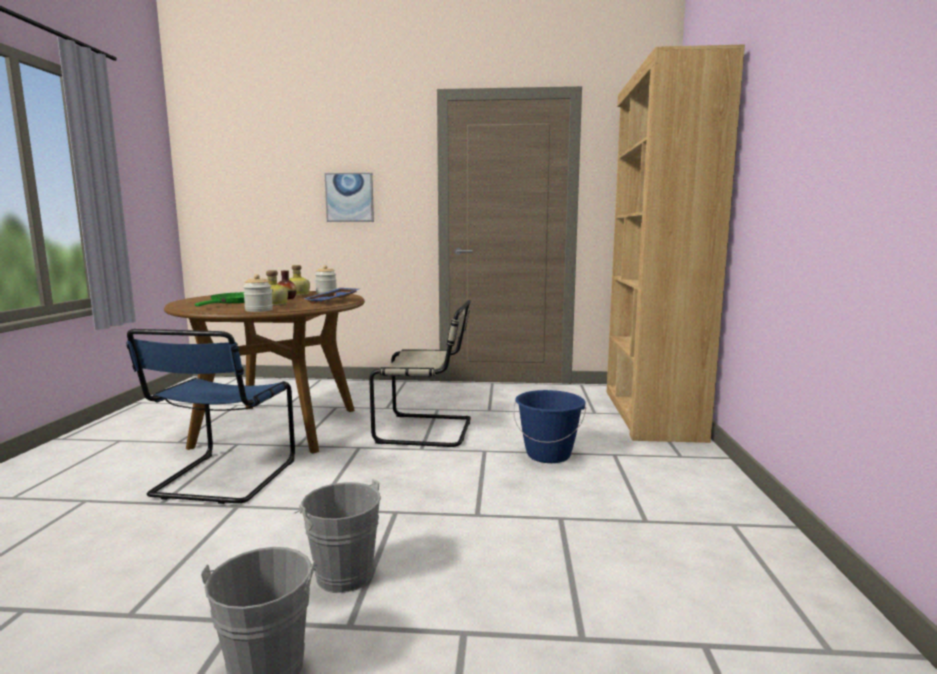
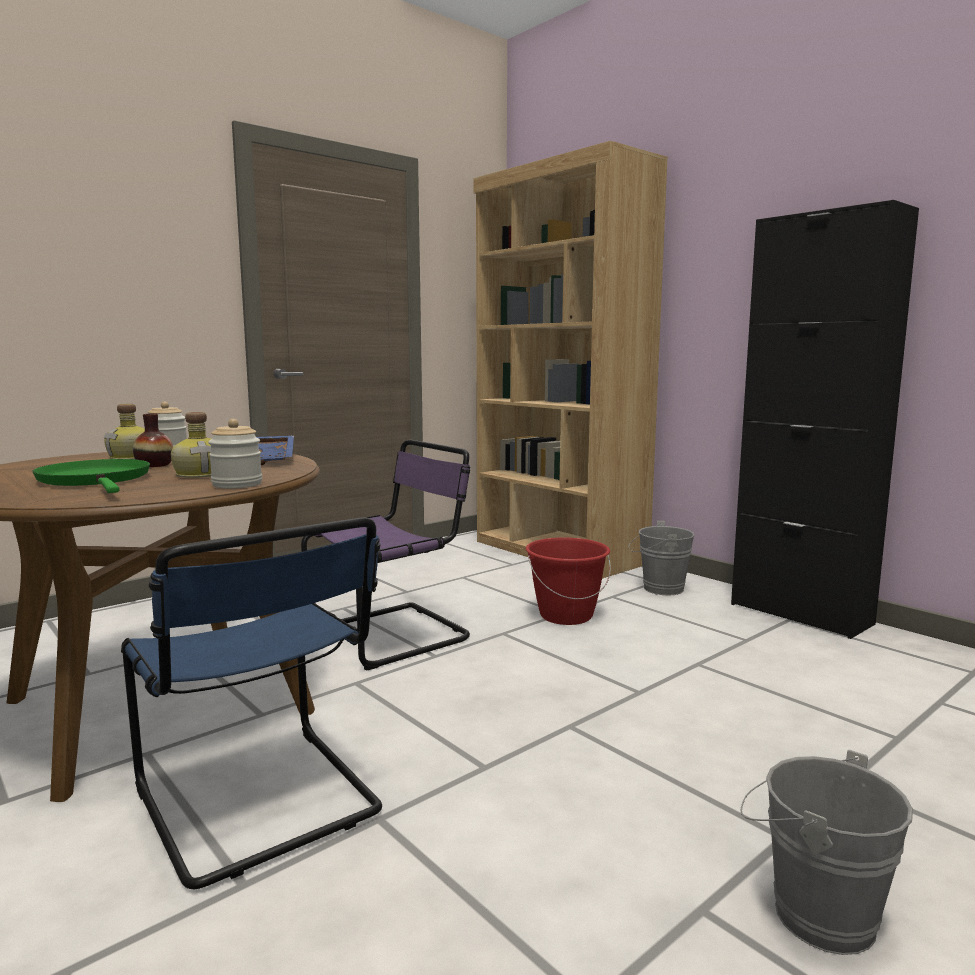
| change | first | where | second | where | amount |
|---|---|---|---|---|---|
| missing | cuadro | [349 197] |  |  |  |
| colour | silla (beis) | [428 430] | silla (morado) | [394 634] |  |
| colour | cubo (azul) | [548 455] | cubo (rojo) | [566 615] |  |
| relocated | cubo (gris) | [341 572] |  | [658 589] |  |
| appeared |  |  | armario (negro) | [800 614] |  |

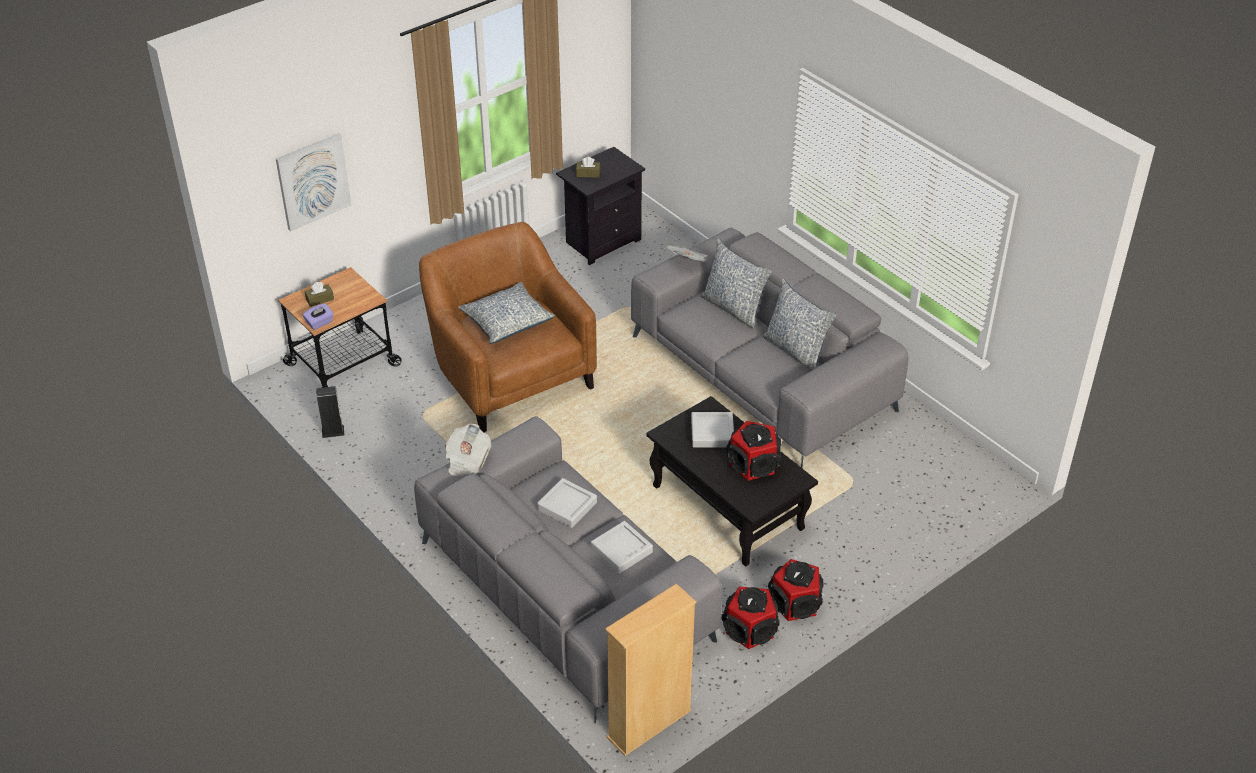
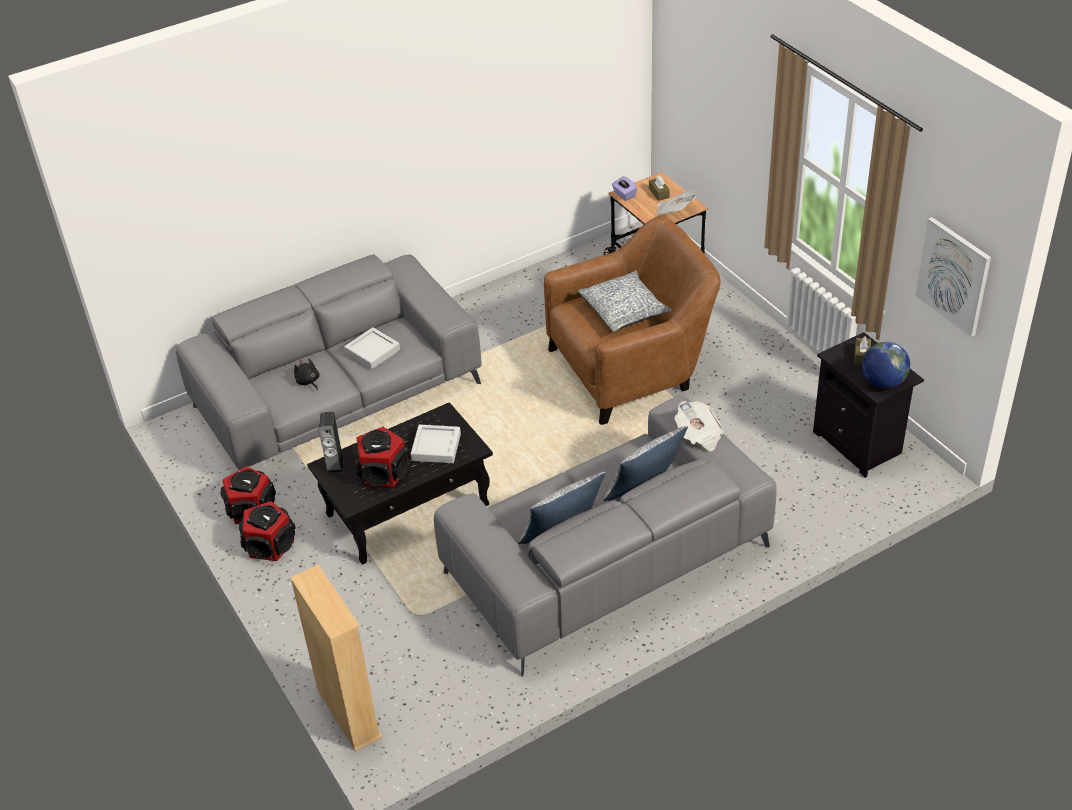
| change | first | where | second | where | amount |
|---|---|---|---|---|---|
| relocated | cuadro | [313 181] |  | [953 276] |  |
| relocated | altavoz | [333 431] |  | [334 464] |  |
| relocated | periódico | [467 460] |  | [674 212] |  |
| exchanged | bandeja (gris) | [621 550] | peluche (negro) | [308 382] |  |
| relocated | estantería (beis) | [649 724] |  | [348 713] |  |
| appeared |  |  | globo terráqueo | [883 382] |  |

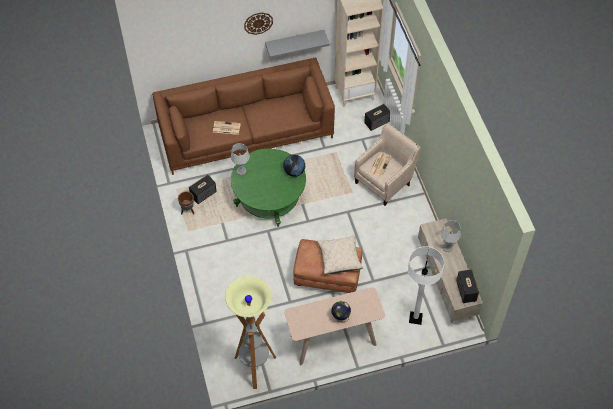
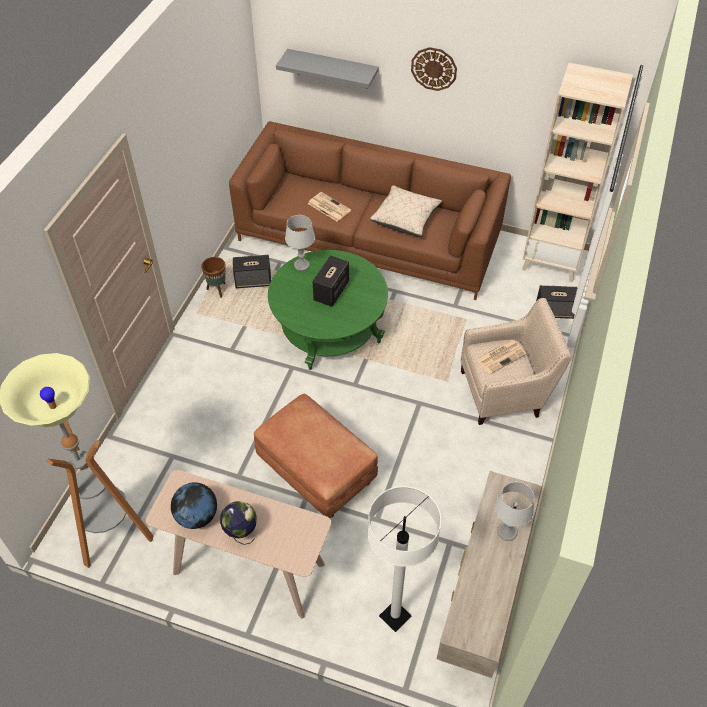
| change | first | where | second | where | amount |
|---|---|---|---|---|---|
| relocated | estante (gris) | [294 41] |  | [332 69] |  |
| relocated | globo terráqueo | [294 172] |  | [197 516] |  |
| relocated | cojín (beis) | [339 258] |  | [405 218] |  |
| relocated | altavoz | [466 291] |  | [331 291] |  |

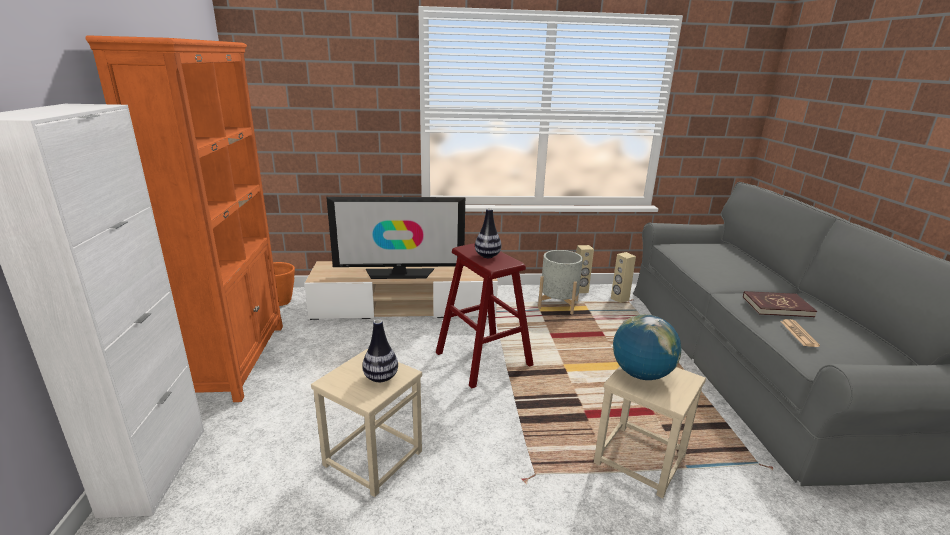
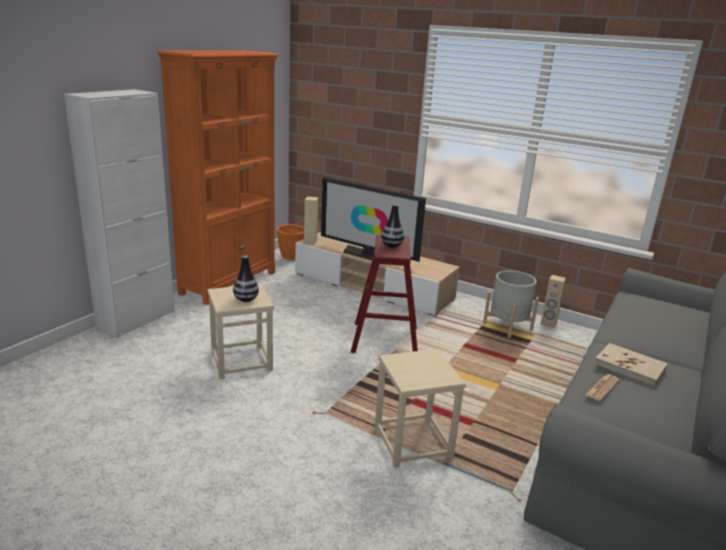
| change | first | where | second | where | amount |
|---|---|---|---|---|---|
| relocated | altavoz (beis) | [619 299] |  | [310 241] |  |
| colour | libro (rojo) | [777 306] | libro (beis) | [630 366] |  |
| missing | globo terráqueo | [641 374] |  |  |  |

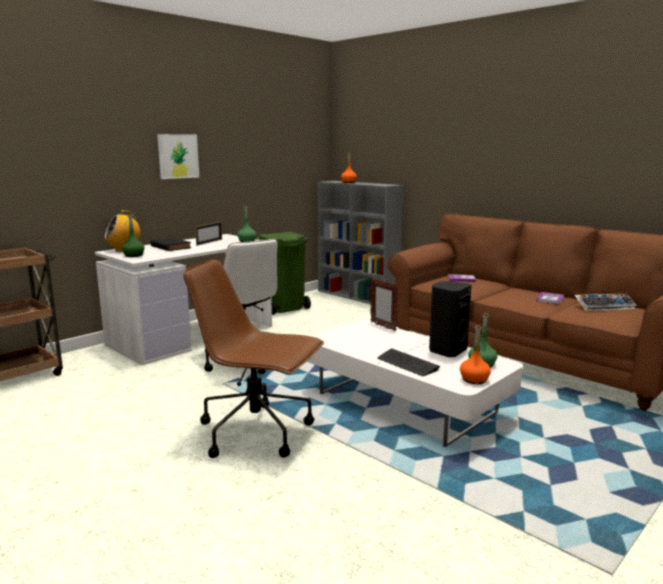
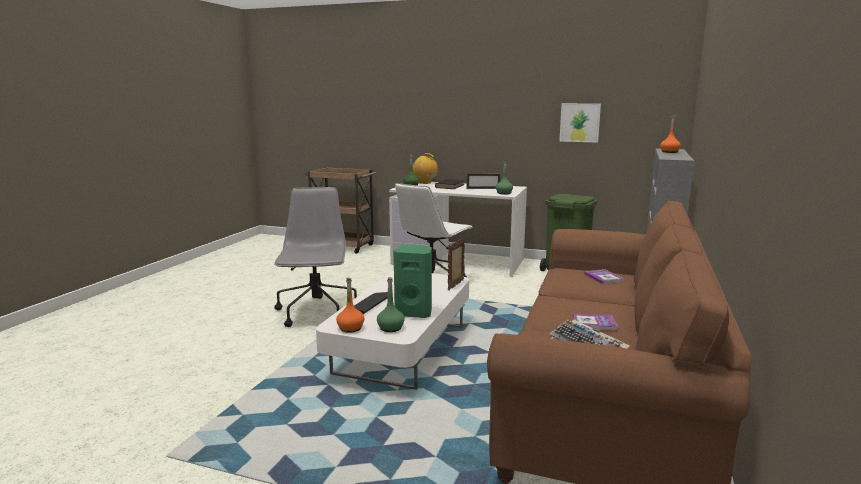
| change | first | where | second | where | amount |
|---|---|---|---|---|---|
| relocated | cuadro | [178 156] |  | [579 122] |  |
| colour | silla de oficina (marrón) | [257 432] | silla de oficina (gris) | [316 313] |  |
| colour | altavoz (negro) | [446 351] | altavoz (verde) | [415 312] |  |

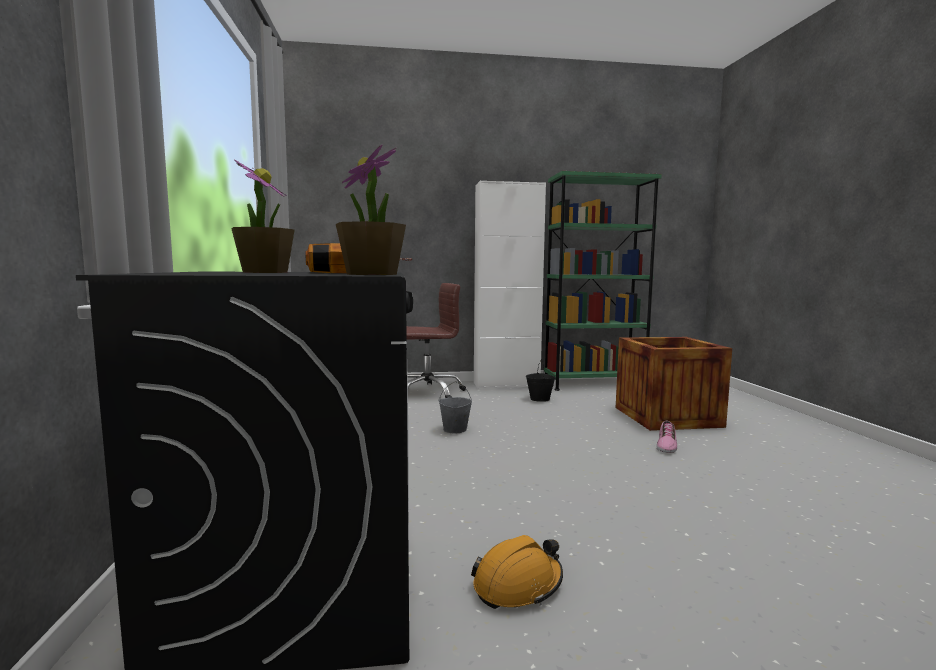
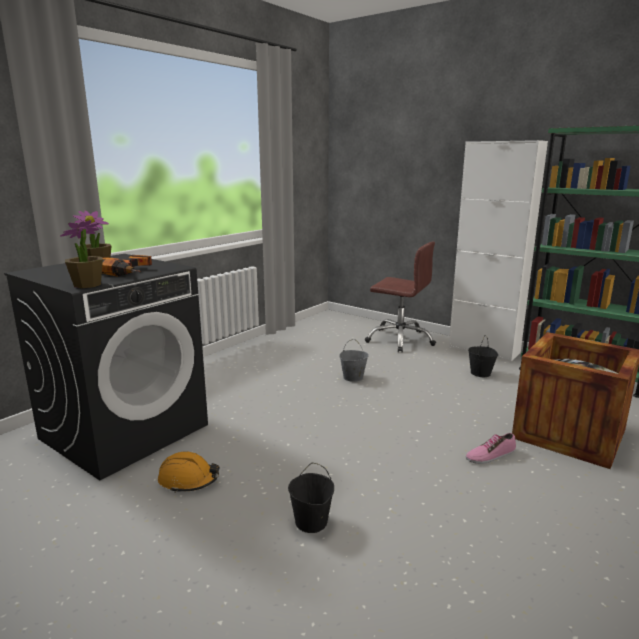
| change | first | where | second | where | amount |
|---|---|---|---|---|---|
| appeared |  |  | cubo (negro) | [311 522] |  |

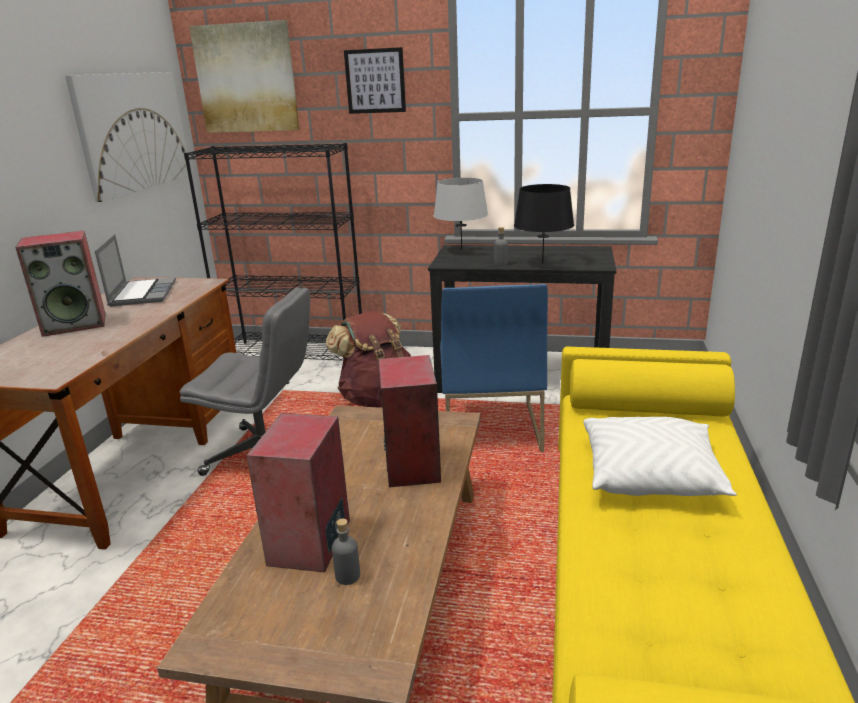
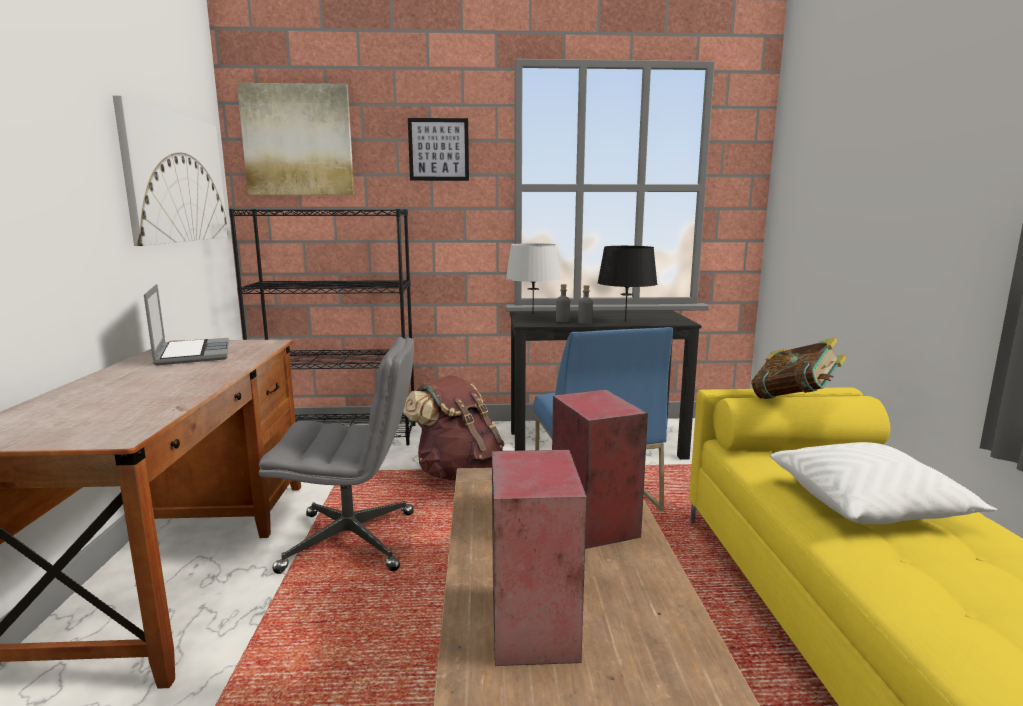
| change | first | where | second | where | amount |
|---|---|---|---|---|---|
| missing | altavoz | [76 324] |  |  |  |
| relocated | botella (gris) | [348 576] |  | [562 321] |  |
| appeared |  |  | libro | [794 400] |  |

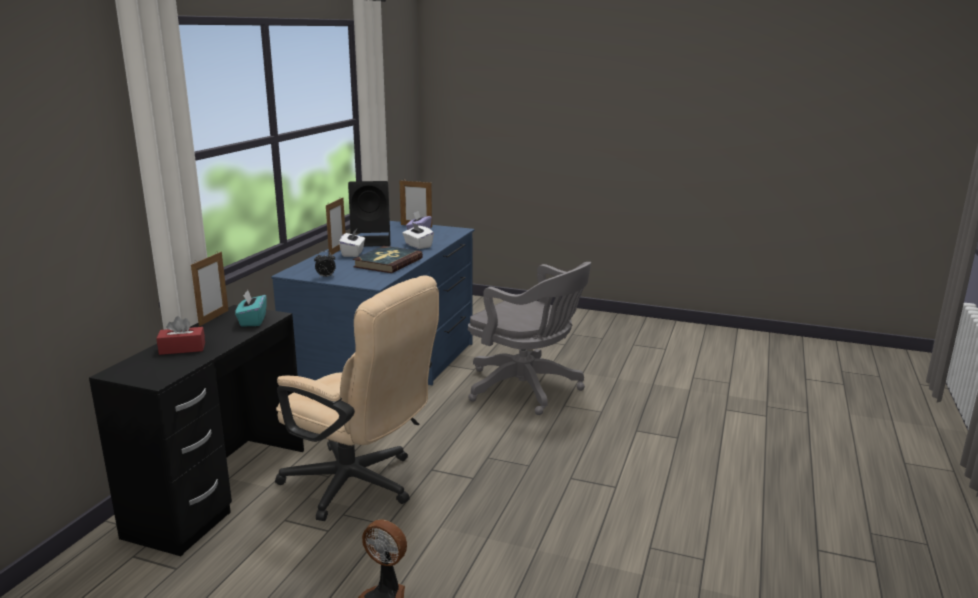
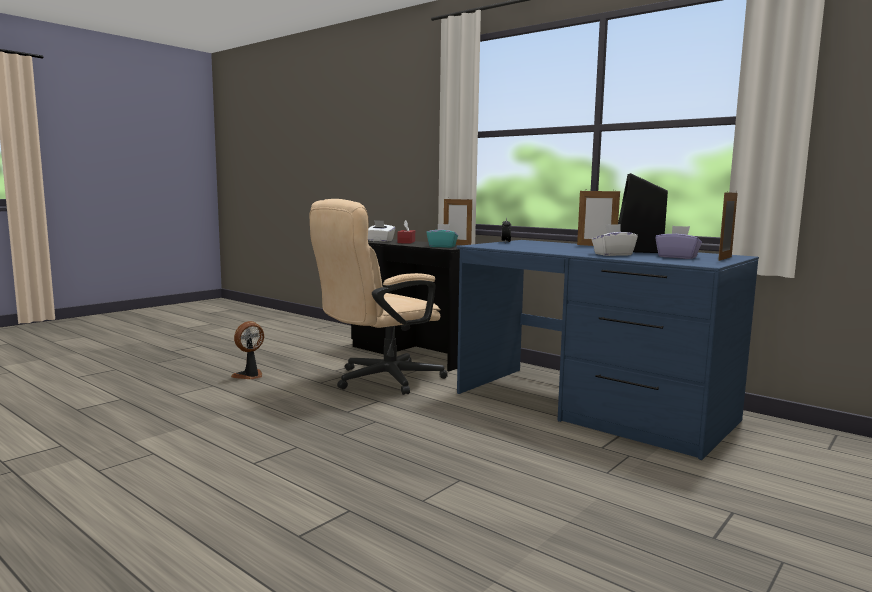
| change | first | where | second | where | amount |
|---|---|---|---|---|---|
| relocated | caja de pañuelos (blanco) | [353 253] |  | [380 241] |  |
| missing | libro | [387 263] |  |  |  |
| missing | silla de oficina (gris) | [528 389] |  |  |  |

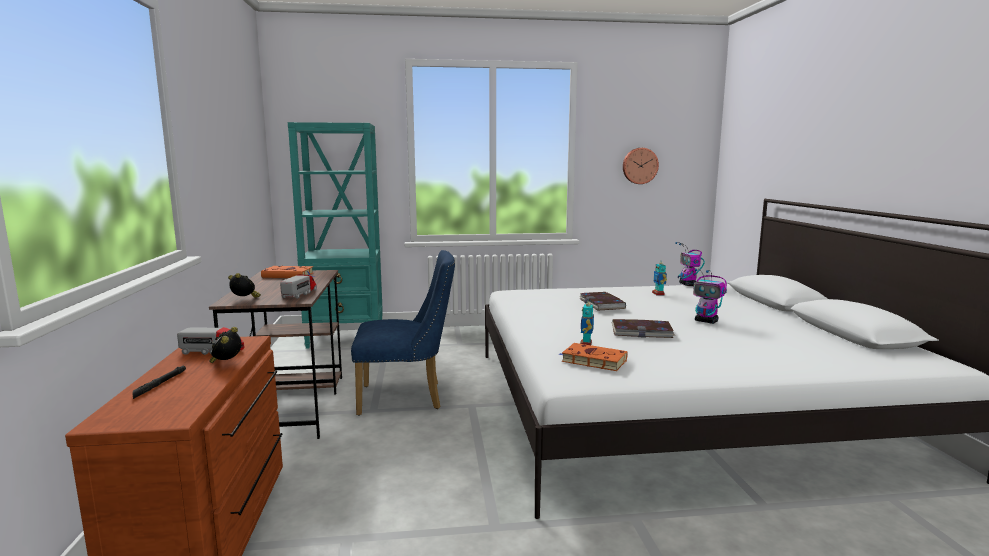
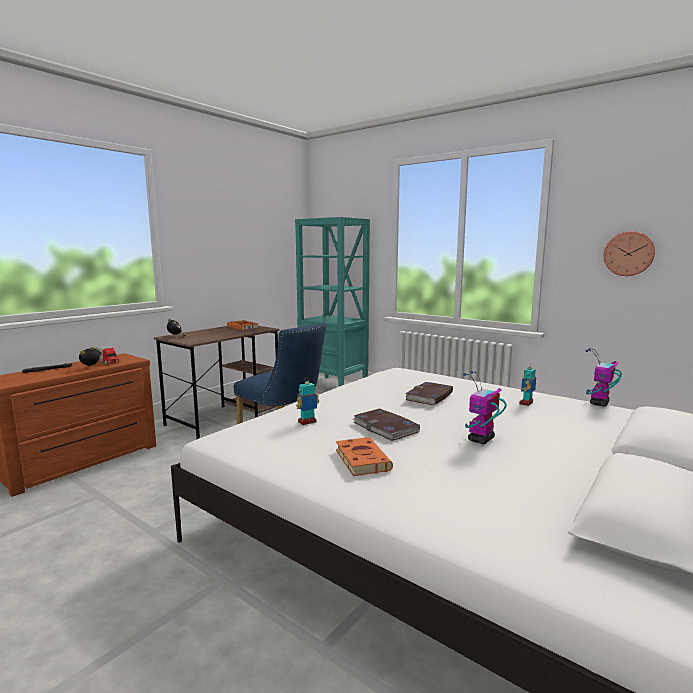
| change | first | where | second | where | amount |
|---|---|---|---|---|---|
| spun | robot de juguete | [706 321] |  | [481 440] | 45 degrees clockwise |
| missing | camión de juguete | [300 294] |  |  |  |
| relocated | libro (naranja) | [592 360] |  | [361 459] |  |

